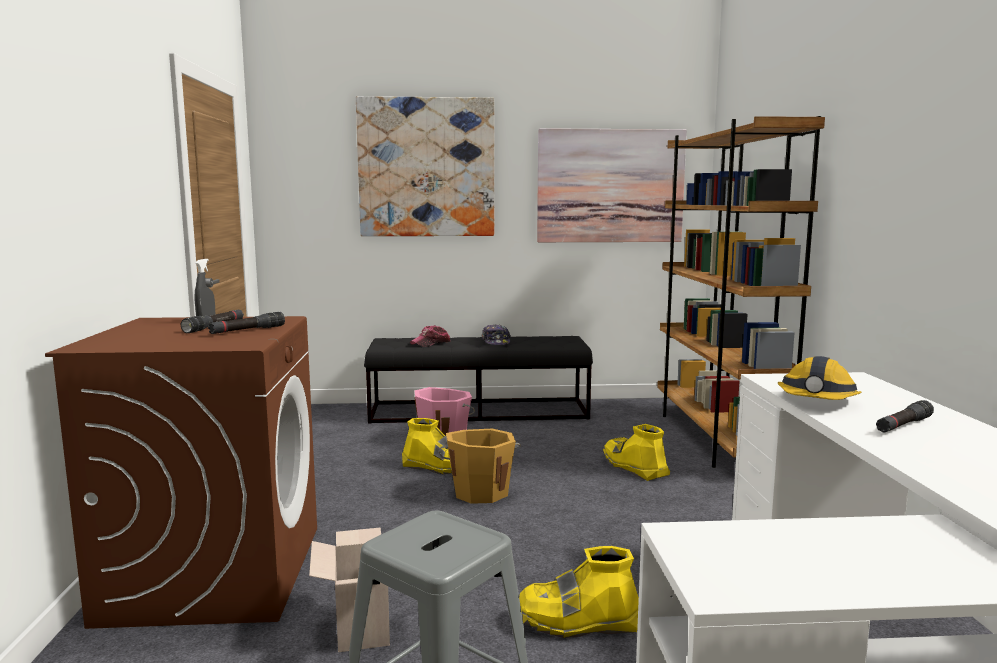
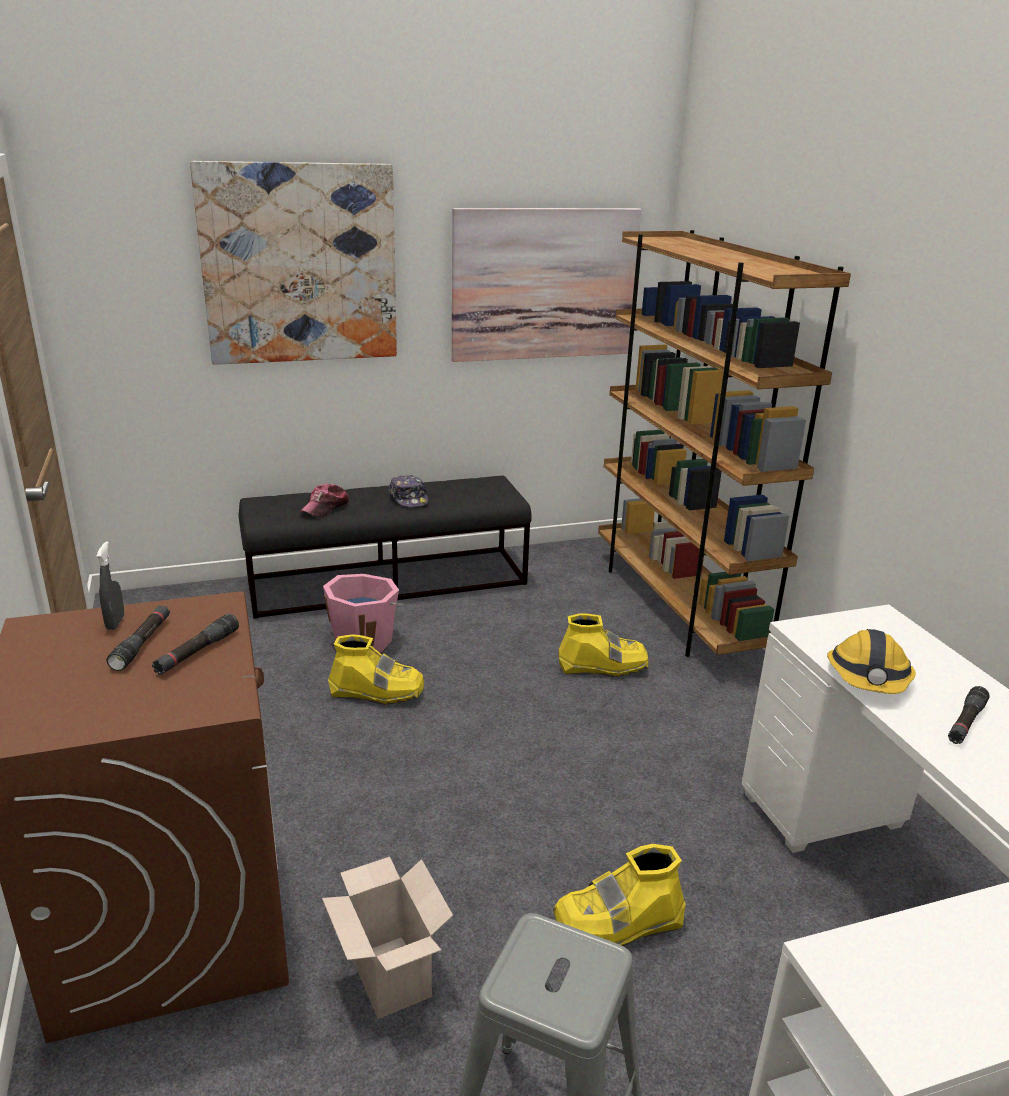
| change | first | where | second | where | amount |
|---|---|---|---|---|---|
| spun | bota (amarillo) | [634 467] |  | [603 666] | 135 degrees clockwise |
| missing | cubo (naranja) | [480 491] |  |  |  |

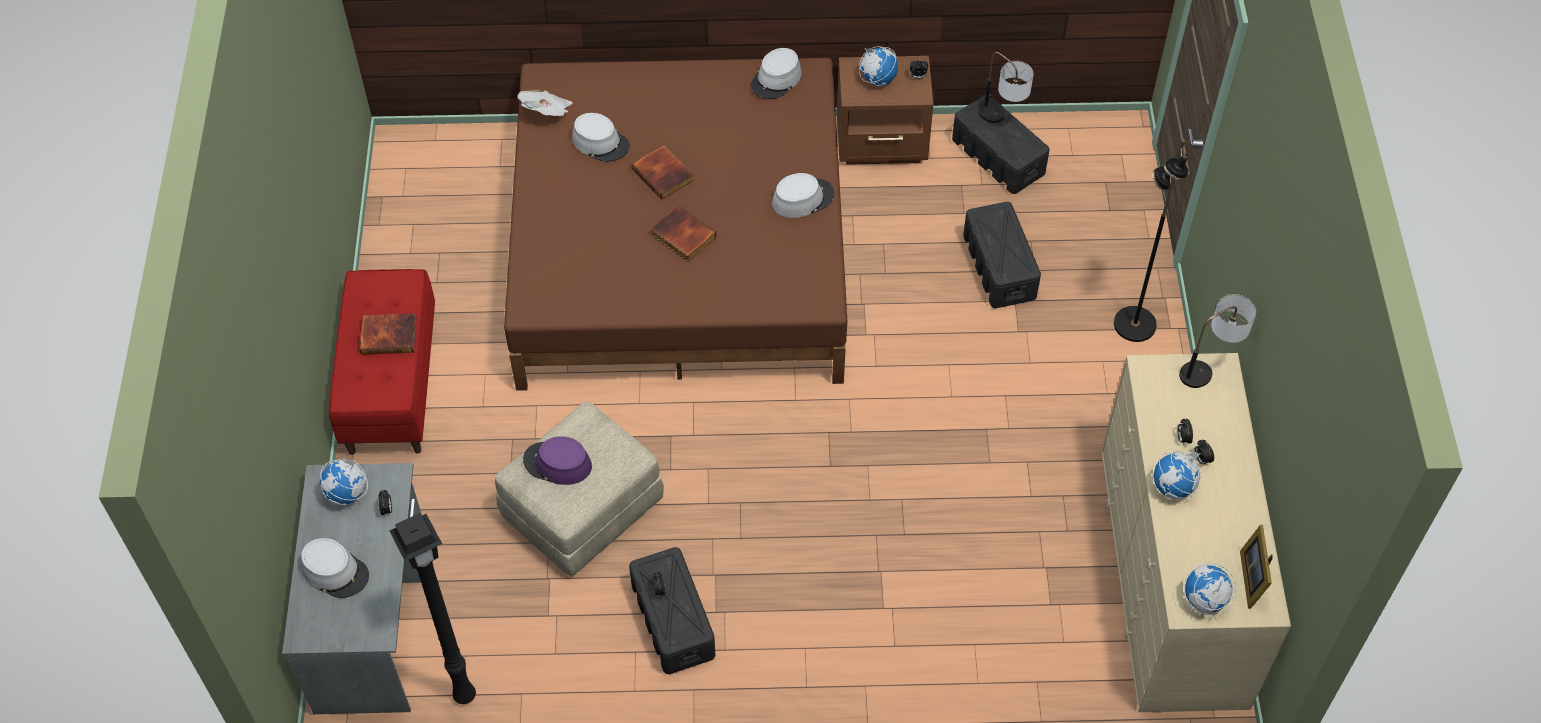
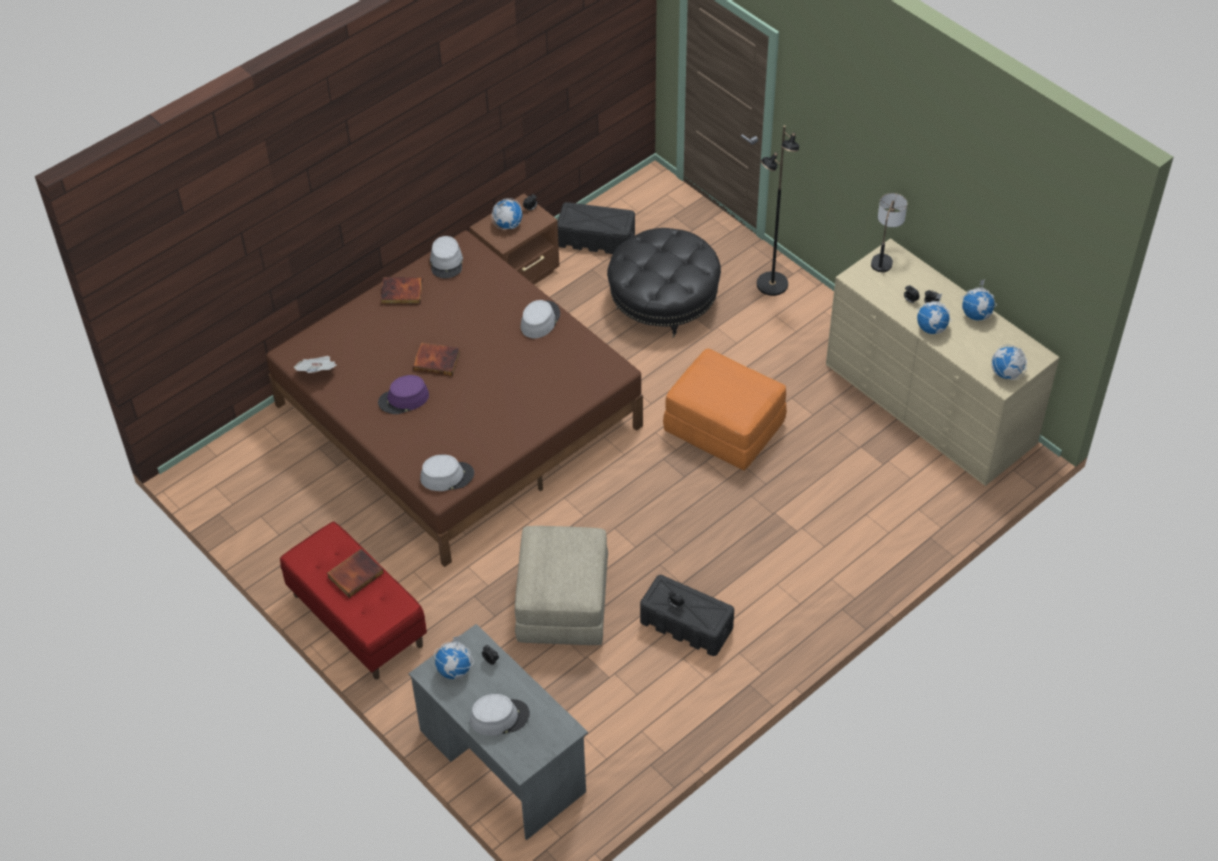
| change | first | where | second | where | amount |
|---|---|---|---|---|---|
| missing | lámpara de mesa | [1001 120] |  |  |  |
| relocated | sombrero (gris) | [601 142] |  | [447 476] |  |
| exchanged | caja de almacenaje (negro) | [999 267] | puf (negro) | [663 302] |  |
| relocated | libro | [682 236] |  | [401 293] |  |
| relocated | sombrero (morado) | [557 464] |  | [404 399] |  |
| missing | lámpara de pie (negro) | [465 694] |  |  |  |
| missing | portarretratos | [1253 577] |  |  |  |
| appeared |  |  | globo terráqueo | [976 315] |  |
| appeared |  |  | puf (naranja) | [723 428] |  |

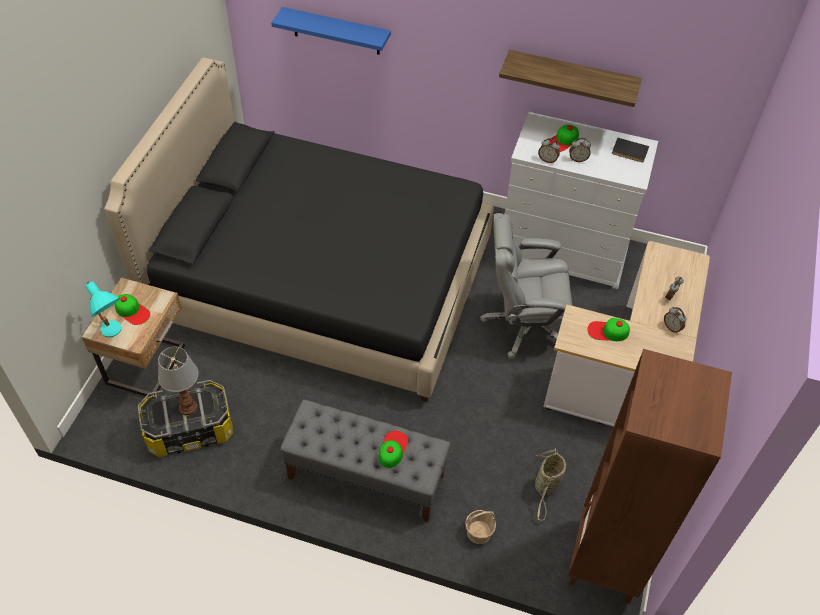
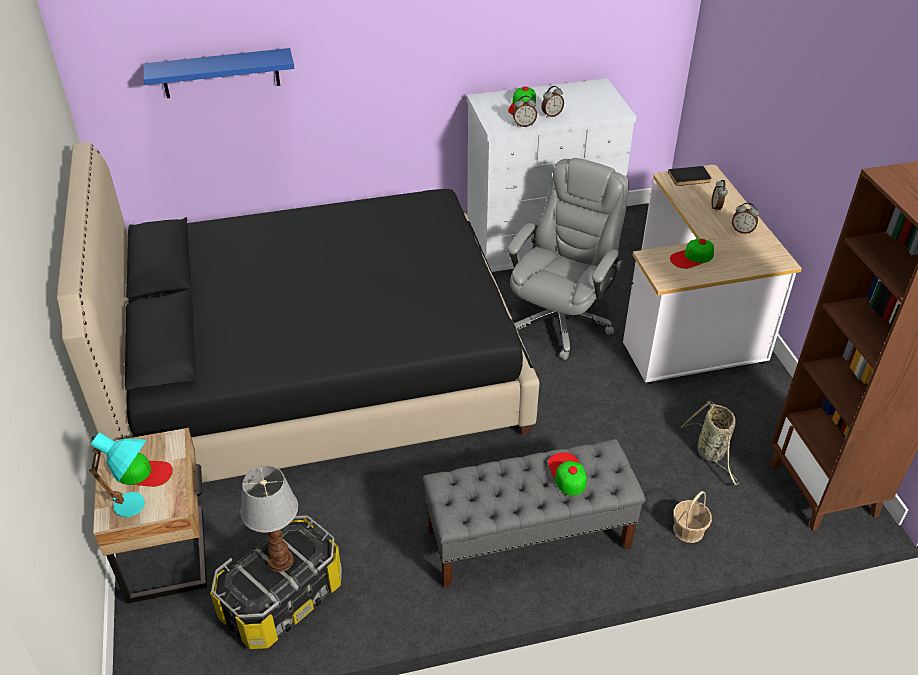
| change | first | where | second | where | amount |
|---|---|---|---|---|---|
| missing | estante | [572 77] |  |  |  |
| relocated | libro (negro) | [629 152] |  | [689 178] |  |
| spun | silla de oficina (gris) | [523 324] |  | [560 321] | 150 degrees clockwise |

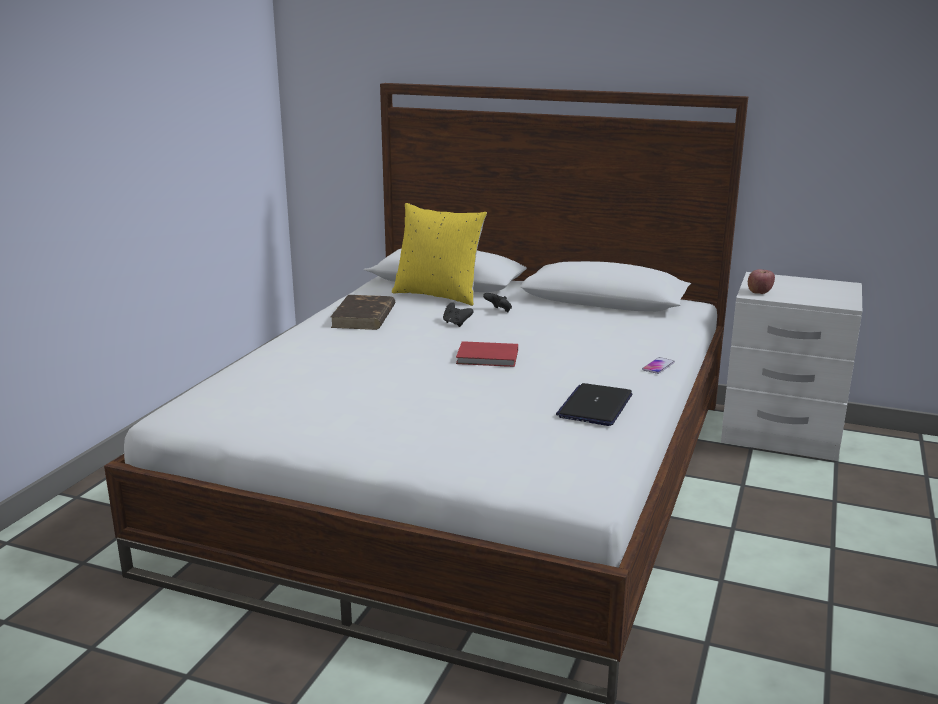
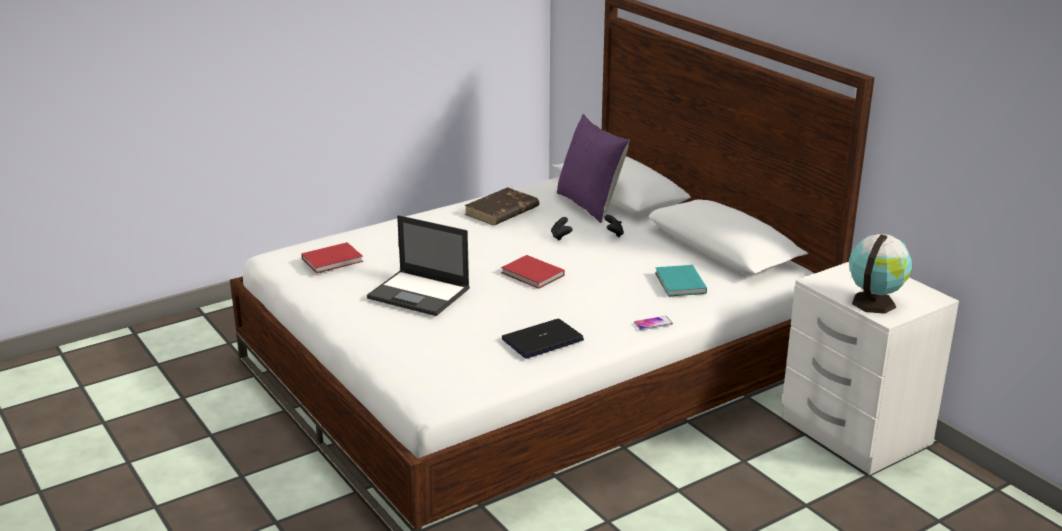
| change | first | where | second | where | amount |
|---|---|---|---|---|---|
| colour | cojín (amarillo) | [438 295] | cojín (morado) | [590 205] |  |
| missing | manzana | [759 292] |  |  |  |
| appeared |  |  | portátil | [420 293] |  |
| appeared |  |  | globo terráqueo | [874 302] |  |
| appeared |  |  | libro (rojo) | [334 260] |  |
| appeared |  |  | libro (turquesa) | [680 284] |  |

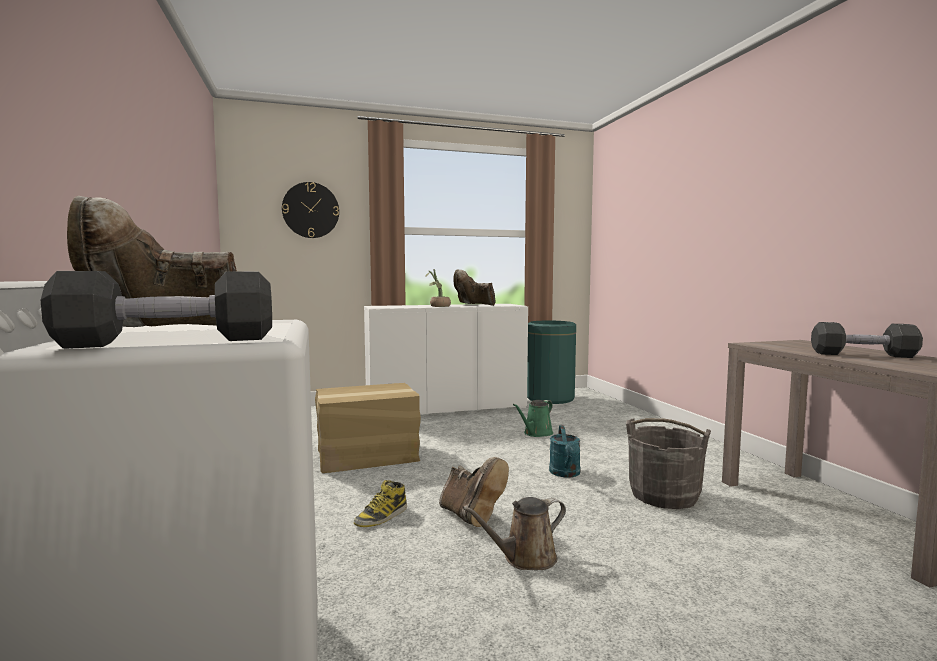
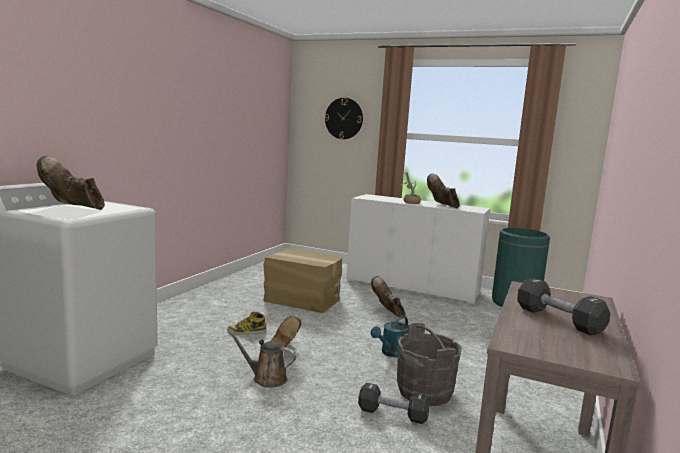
| change | first | where | second | where | amount |
|---|---|---|---|---|---|
| relocated | mancuerna (negro) | [171 342] |  | [392 414] |  |
| missing | regadera (verde) | [536 433] |  |  |  |
| appeared |  |  | bota (marrón) | [387 312] |  |

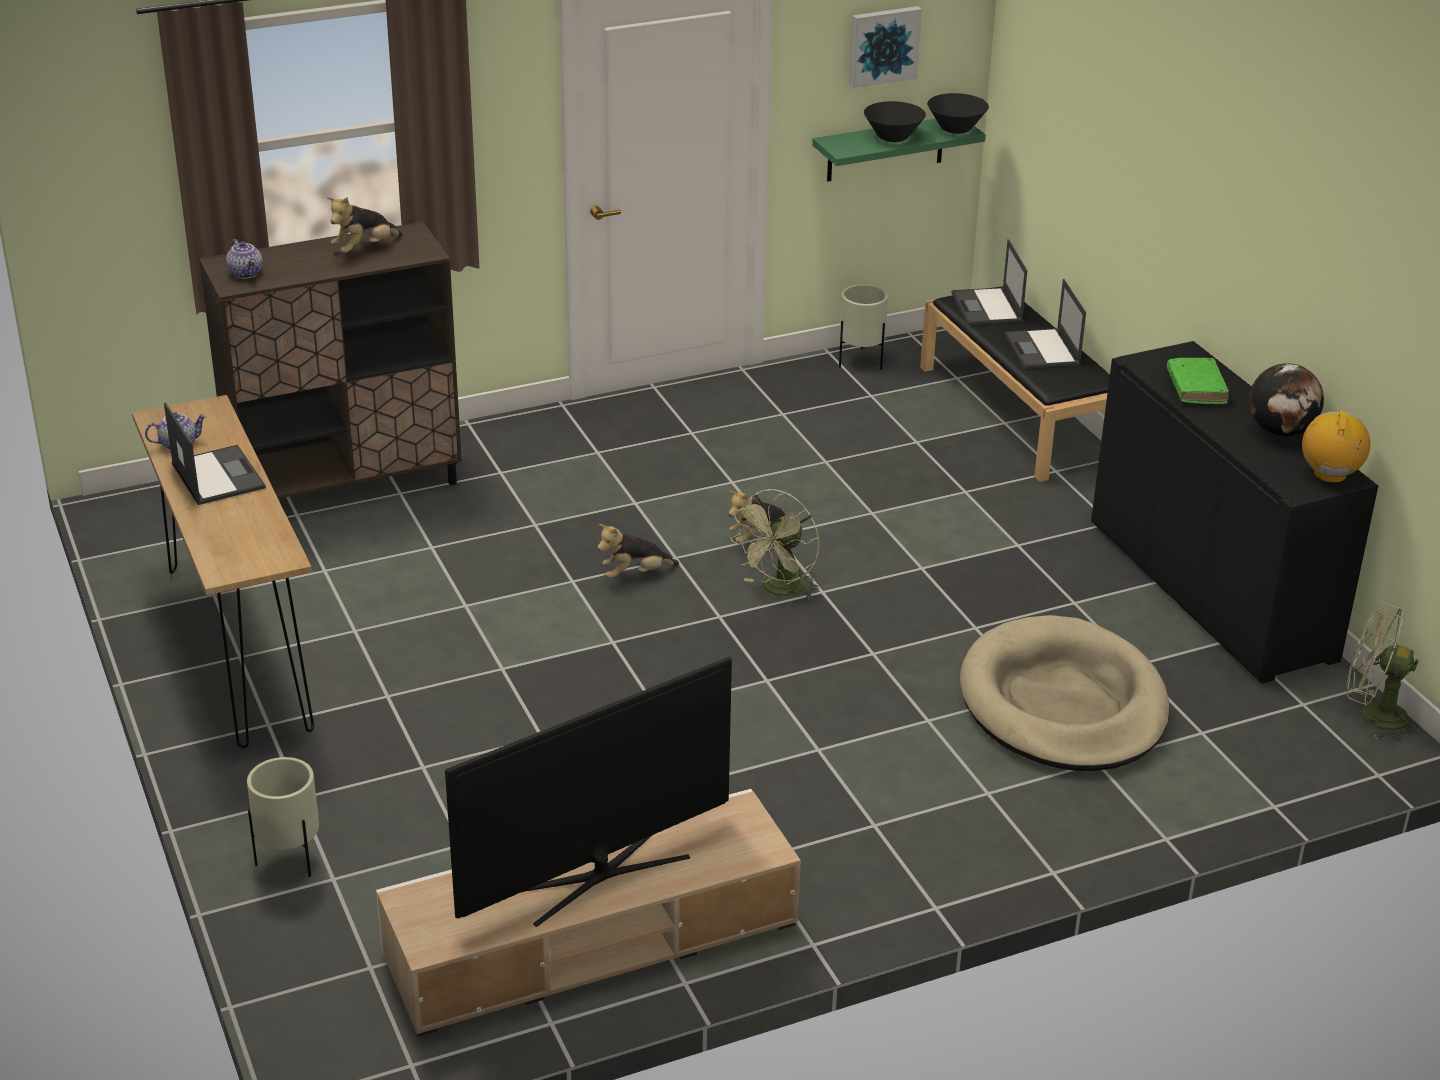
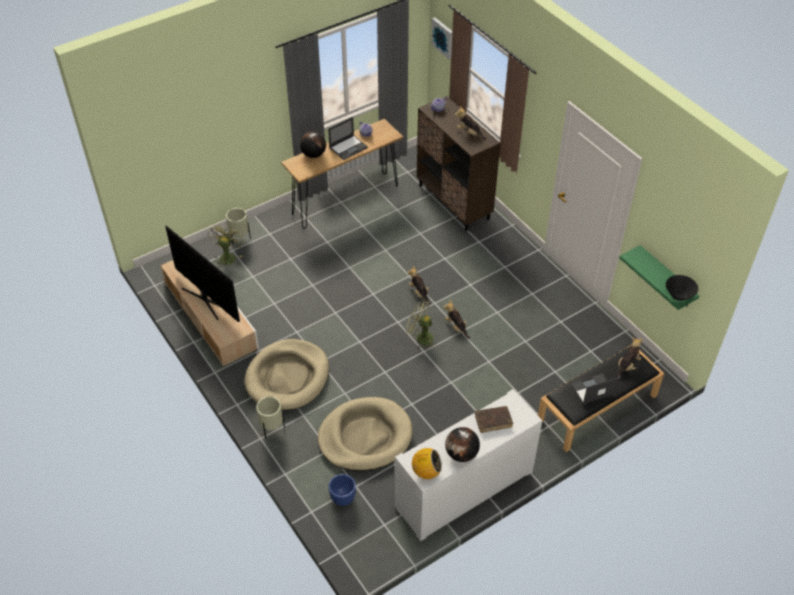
| change | first | where | second | where | amount |
|---|---|---|---|---|---|
| relocated | cuadro | [883 45] |  | [443 37] |  |
| missing | cuenco (negro) | [893 137] |  |  |  |
| exchanged | portátil | [987 308] | peluche | [627 365] |  |
| relocated | maceta (beis) | [860 362] |  | [272 429] |  |
| colour | armario (negro) | [1210 590] | armario (blanco) | [464 489] |  |
| colour | libro (verde) | [1196 388] | libro (marrón) | [493 421] |  |
| relocated | ventilador (verde) | [1373 716] |  | [227 256] |  |
| appeared |  |  | globo terráqueo | [313 155] |  |
| appeared |  |  | cama para perro (beis) | [288 377] |  |
| appeared |  |  | maceta (azul) | [342 498] |  |

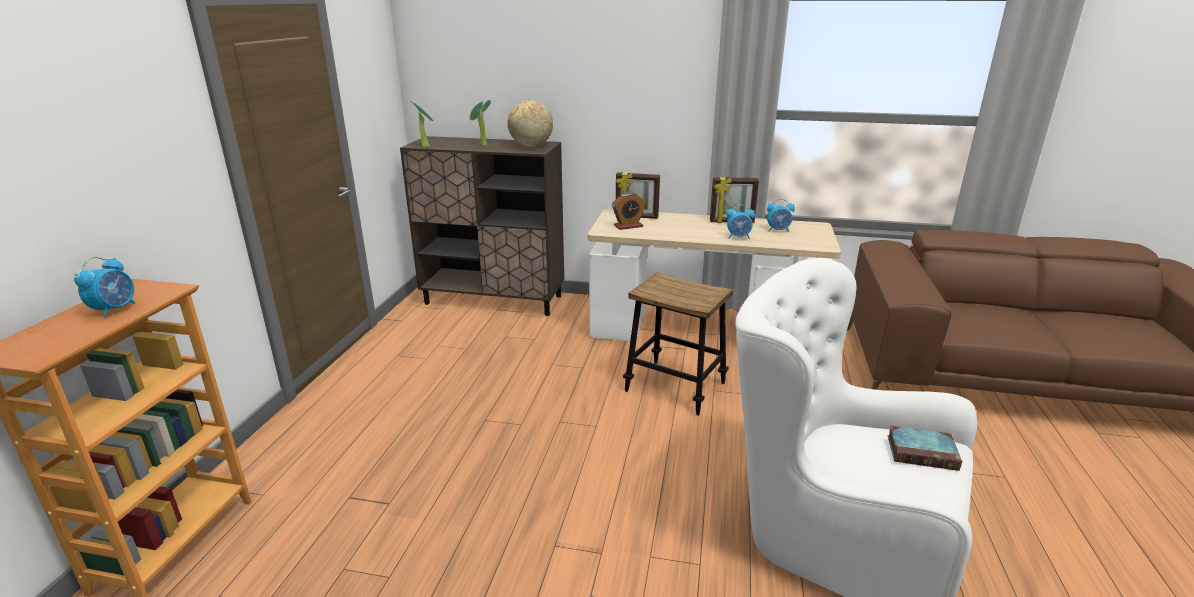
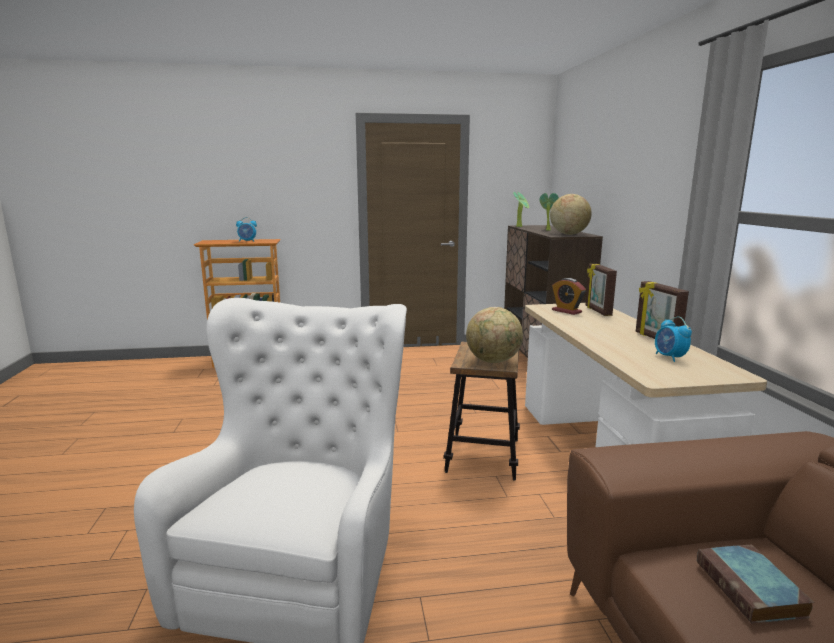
| change | first | where | second | where | amount |
|---|---|---|---|---|---|
| missing | despertador | [739 237] |  |  |  |
| relocated | libro | [923 452] |  | [752 589] |  |
| appeared |  |  | globo terráqueo | [493 361] |  |

